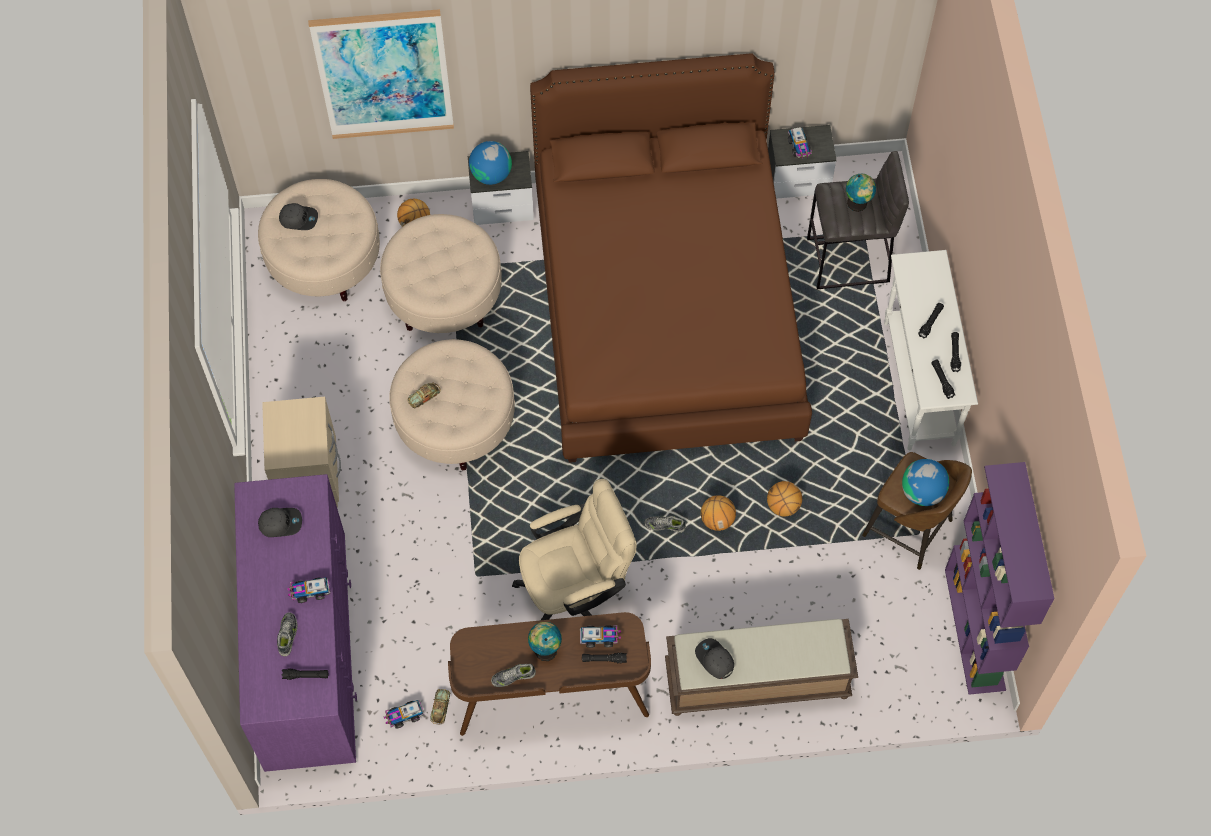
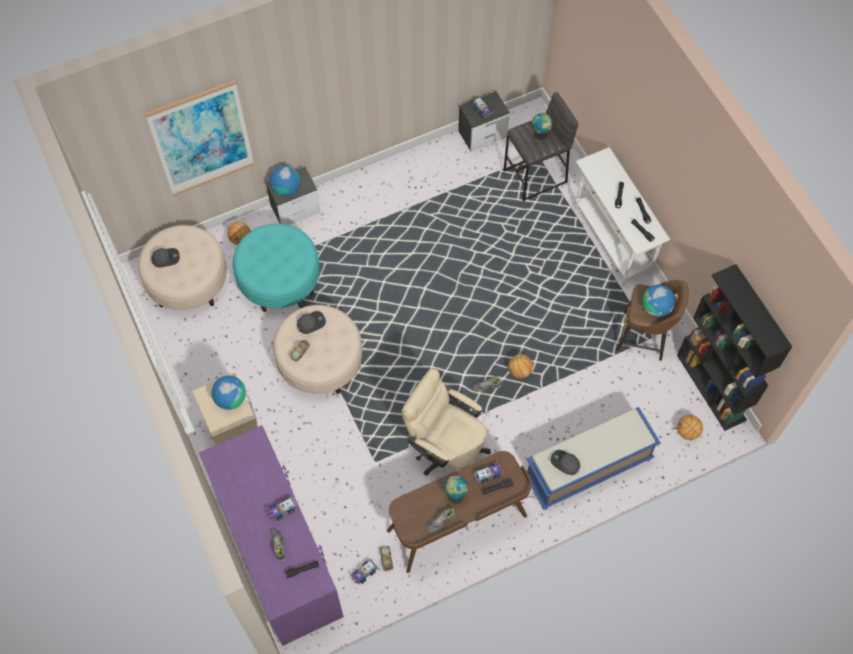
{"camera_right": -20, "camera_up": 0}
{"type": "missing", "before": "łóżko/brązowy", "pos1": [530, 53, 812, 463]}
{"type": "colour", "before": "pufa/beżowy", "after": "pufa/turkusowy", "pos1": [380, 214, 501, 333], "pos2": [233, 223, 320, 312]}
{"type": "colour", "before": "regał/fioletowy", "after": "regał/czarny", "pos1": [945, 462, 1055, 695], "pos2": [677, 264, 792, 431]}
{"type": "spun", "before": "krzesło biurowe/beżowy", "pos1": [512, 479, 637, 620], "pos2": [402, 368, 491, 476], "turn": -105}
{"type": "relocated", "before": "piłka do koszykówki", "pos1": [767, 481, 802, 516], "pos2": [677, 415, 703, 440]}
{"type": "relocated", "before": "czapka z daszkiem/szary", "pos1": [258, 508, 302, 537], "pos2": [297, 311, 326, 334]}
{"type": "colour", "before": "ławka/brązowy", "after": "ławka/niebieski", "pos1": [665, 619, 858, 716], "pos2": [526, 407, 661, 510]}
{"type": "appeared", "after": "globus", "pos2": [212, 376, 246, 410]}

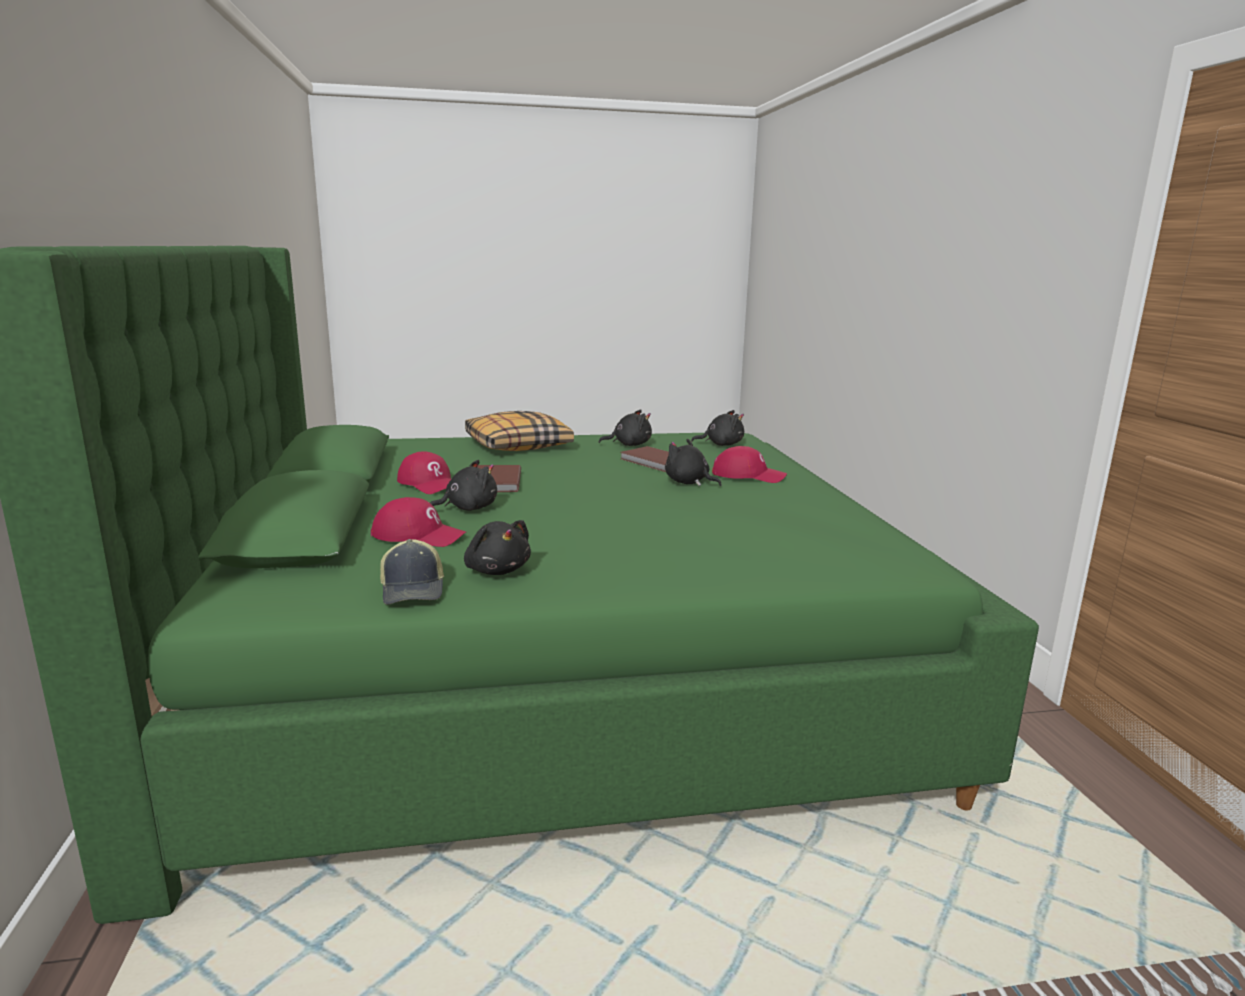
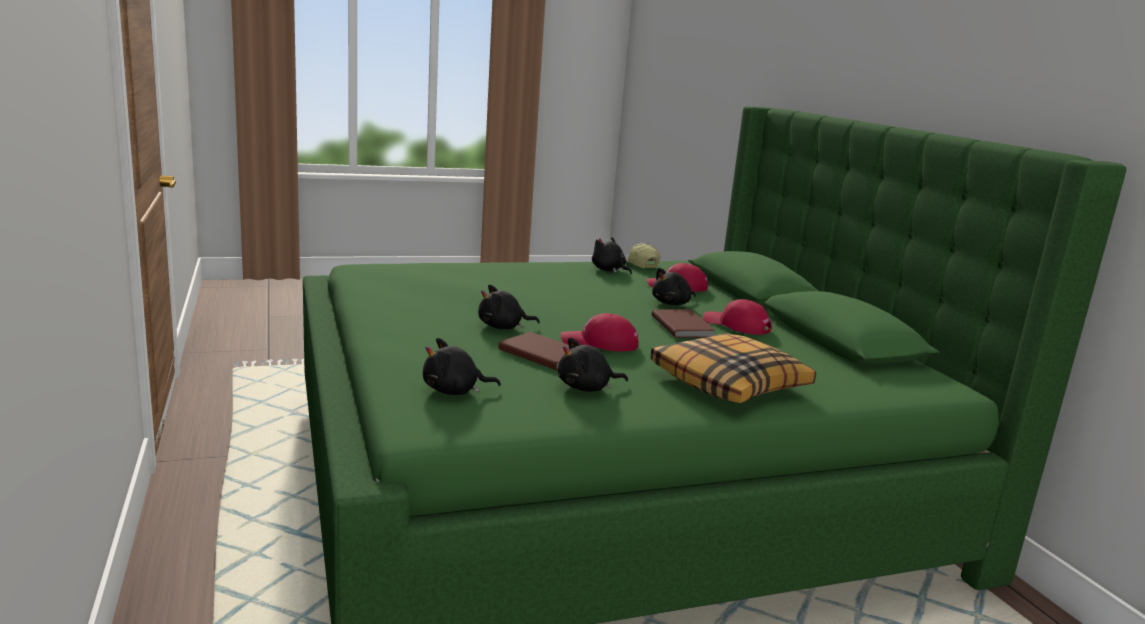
{"camera_right": 170, "camera_up": 0}
{"type": "spun", "before": "pluszak/czarny", "pos1": [665, 439, 722, 486], "pos2": [478, 285, 540, 329], "turn": 135}
{"type": "relocated", "before": "czapka z daszkiem/czerwony", "pos1": [712, 446, 787, 483], "pos2": [561, 313, 639, 352]}

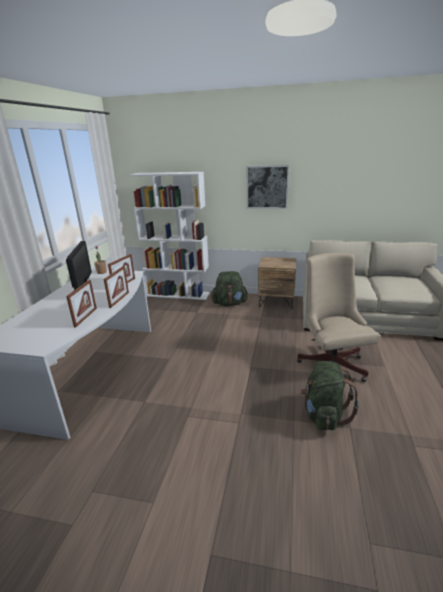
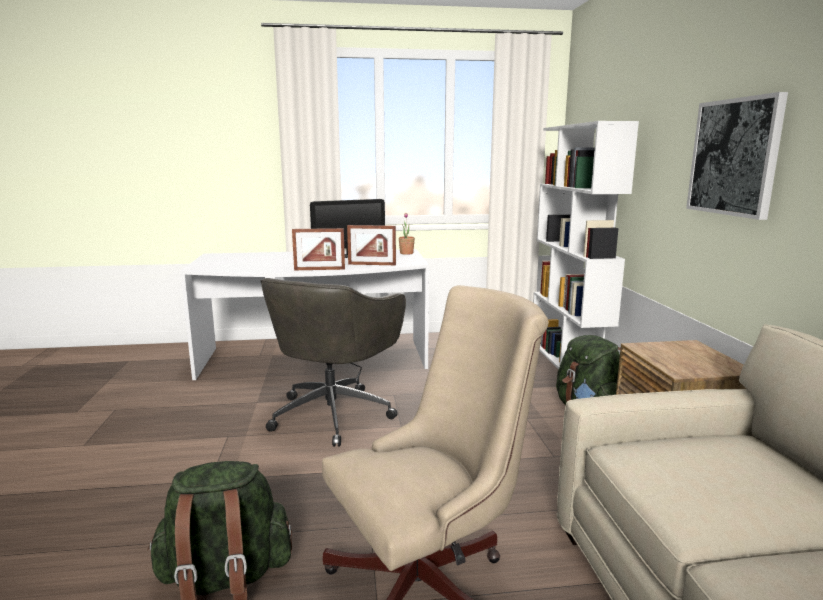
{"camera_right": 70, "camera_up": -10}
{"type": "missing", "before": "ramka na zdjęcie", "pos1": [66, 280, 97, 328]}
{"type": "appeared", "after": "krzesło biurowe/szary", "pos2": [260, 278, 406, 447]}

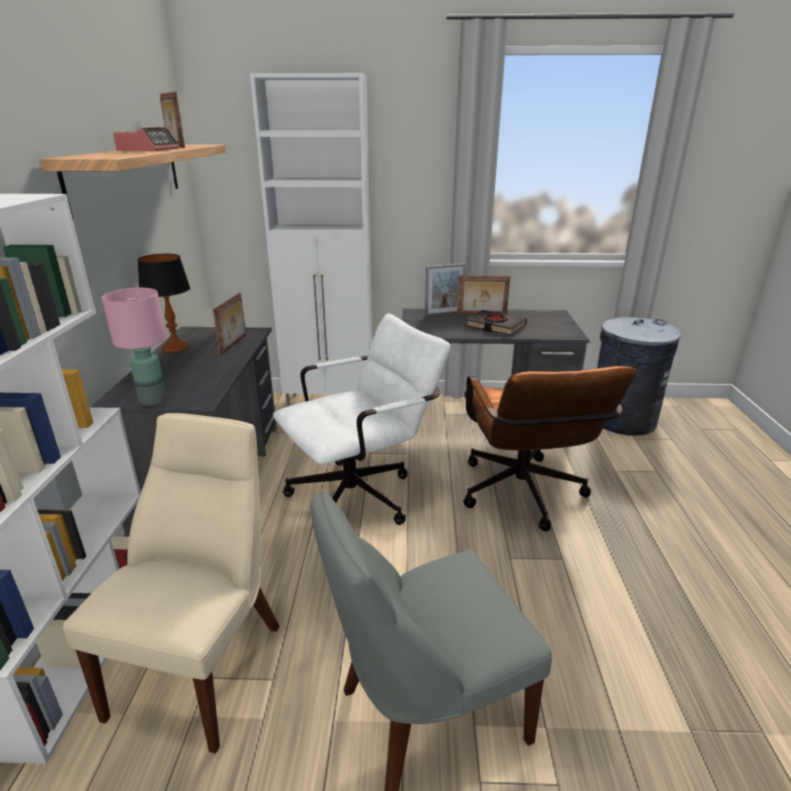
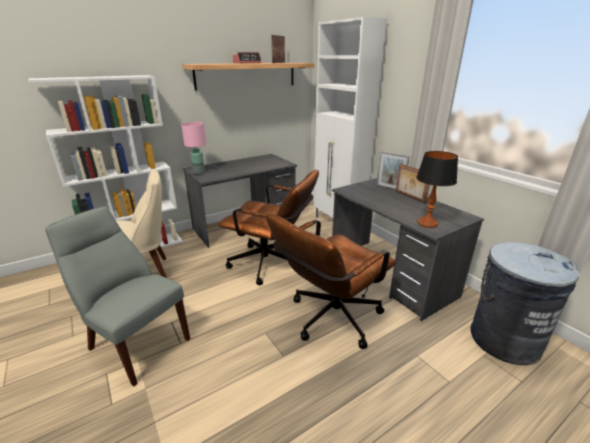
{"camera_right": 55, "camera_up": 0}
{"type": "relocated", "before": "lampa stołowa", "pos1": [138, 254, 190, 353], "pos2": [416, 151, 458, 228]}
{"type": "missing", "before": "ramka na zdjęcie", "pos1": [213, 293, 246, 355]}
{"type": "missing", "before": "książka/czarny", "pos1": [466, 310, 527, 335]}
{"type": "colour", "before": "krzesło biurowe/biały", "after": "krzesło biurowe/brązowy", "pos1": [273, 313, 451, 525], "pos2": [219, 170, 319, 285]}

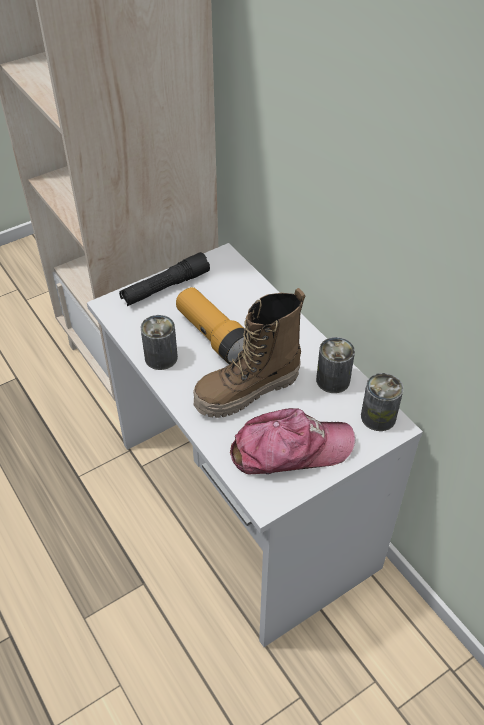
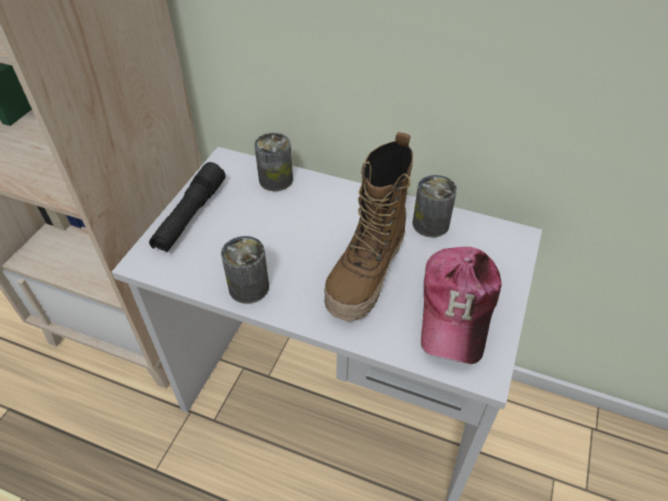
{"camera_right": -35, "camera_up": 0}
{"type": "missing", "before": "latarka", "pos1": [176, 287, 245, 364]}
{"type": "relocated", "before": "puszka", "pos1": [361, 373, 404, 431], "pos2": [255, 133, 293, 191]}
{"type": "spun", "before": "czapka z daszkiem", "pos1": [230, 408, 355, 474], "pos2": [421, 247, 502, 364], "turn": 150}

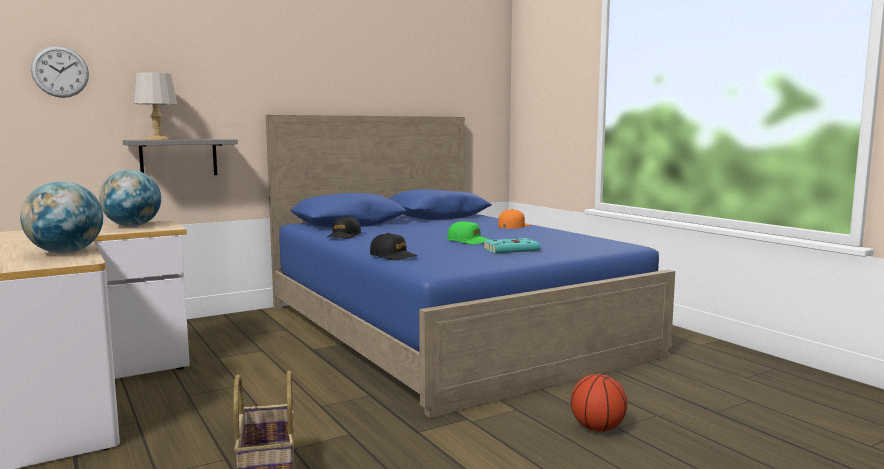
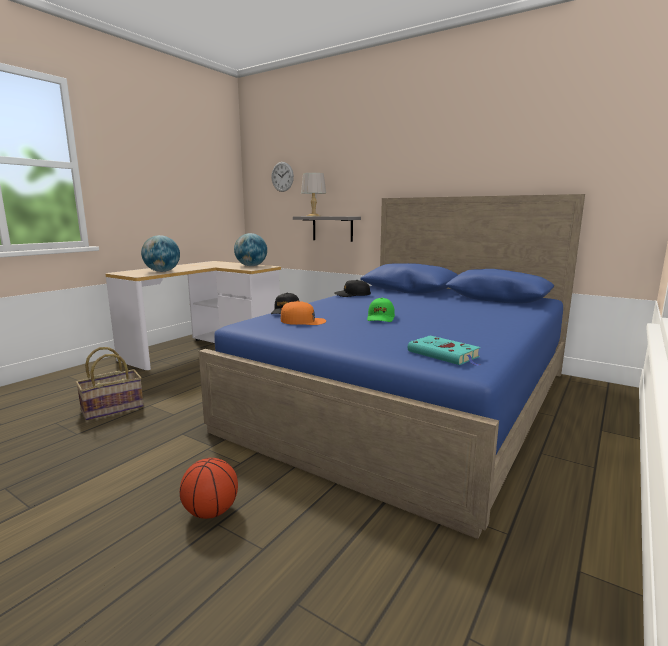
{"camera_right": 65, "camera_up": 5}
{"type": "relocated", "before": "czapka z daszkiem/pomarańczowy", "pos1": [498, 209, 530, 229], "pos2": [281, 301, 326, 325]}
{"type": "relocated", "before": "książka/turkusowy", "pos1": [483, 238, 542, 254], "pos2": [408, 335, 480, 366]}

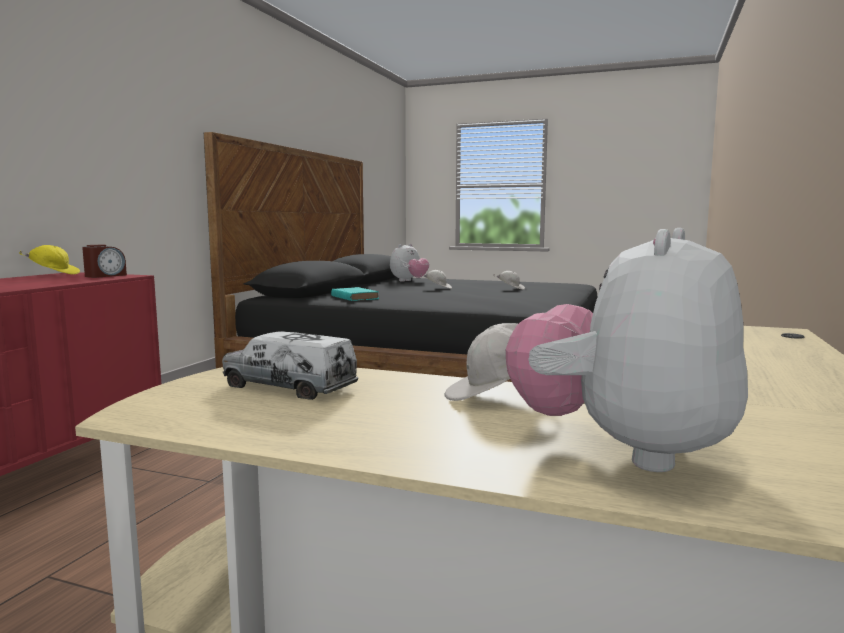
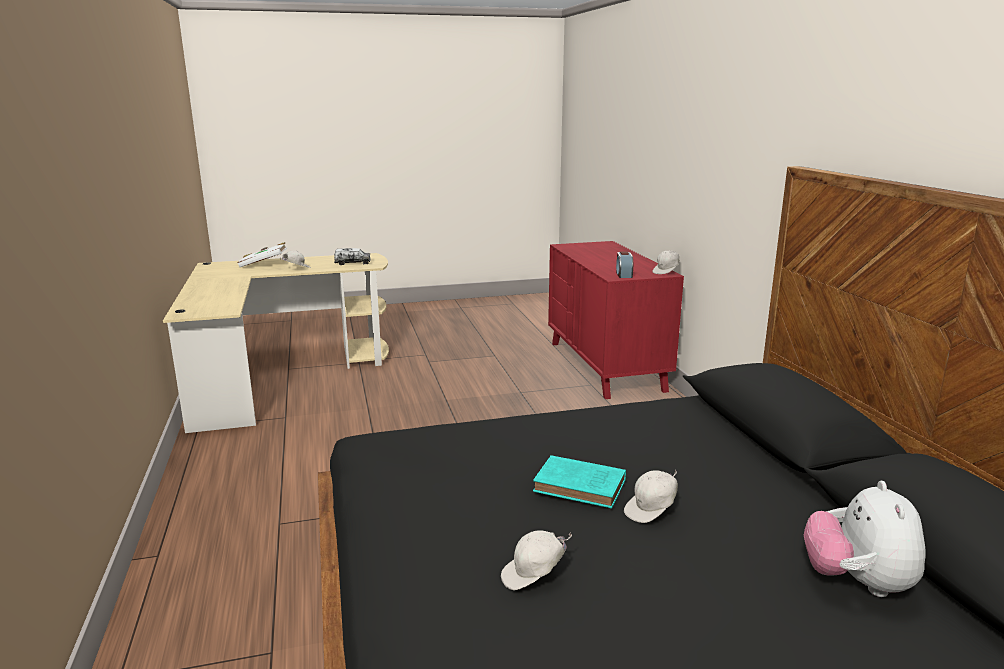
{"camera_right": 145, "camera_up": 10}
{"type": "exchanged", "before": "pluszak", "after": "książka/biały", "pos1": [506, 228, 748, 472], "pos2": [238, 242, 287, 267]}
{"type": "colour", "before": "czapka z daszkiem/żółty", "after": "czapka z daszkiem/biały", "pos1": [19, 245, 80, 274], "pos2": [652, 251, 679, 274]}
{"type": "relocated", "before": "książka/turkusowy", "pos1": [331, 287, 379, 301], "pos2": [533, 455, 626, 509]}

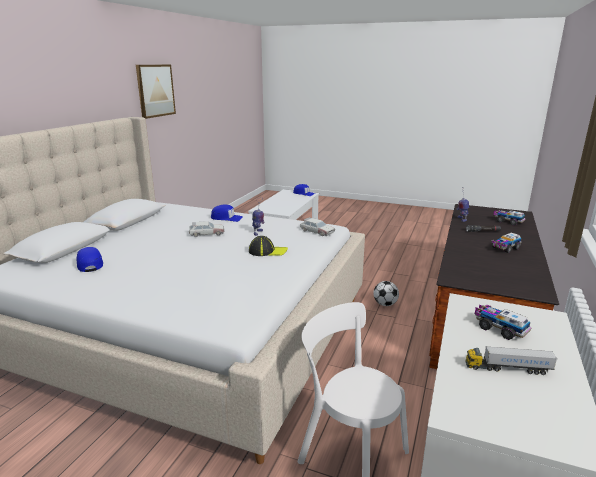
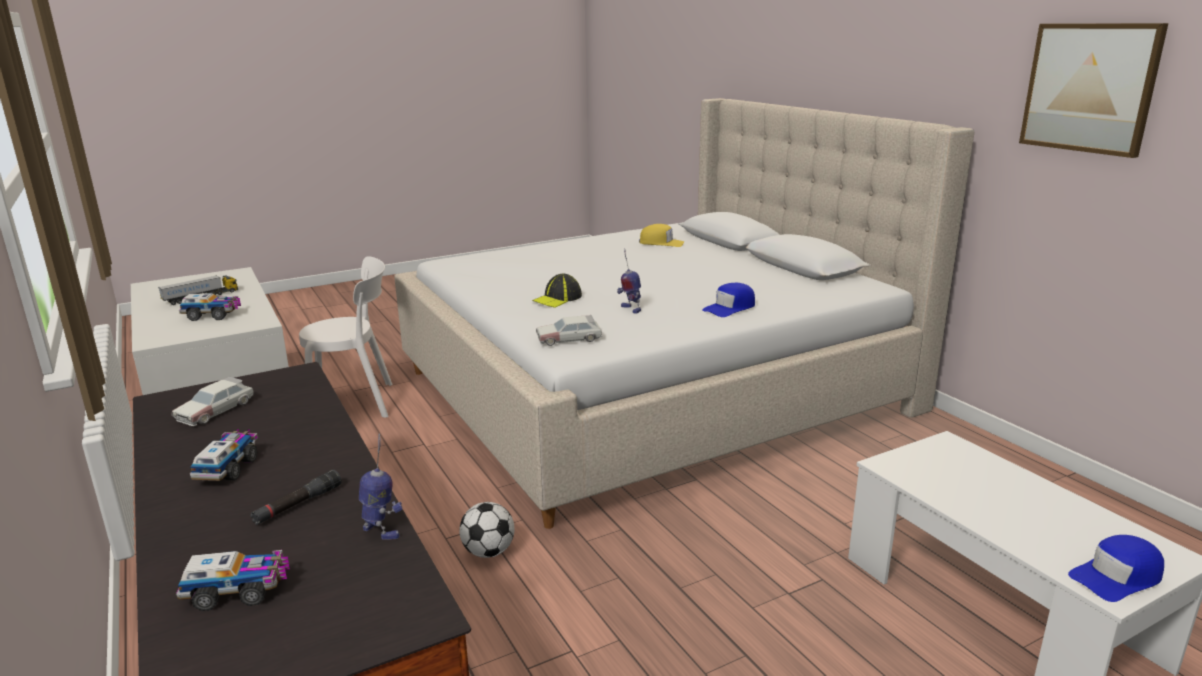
{"camera_right": 130, "camera_up": 0}
{"type": "relocated", "before": "samochodzik", "pos1": [189, 221, 224, 237], "pos2": [172, 377, 253, 426]}
{"type": "colour", "before": "czapka z daszkiem/niebieski", "after": "czapka z daszkiem/żółty", "pos1": [76, 247, 103, 272], "pos2": [639, 224, 684, 247]}

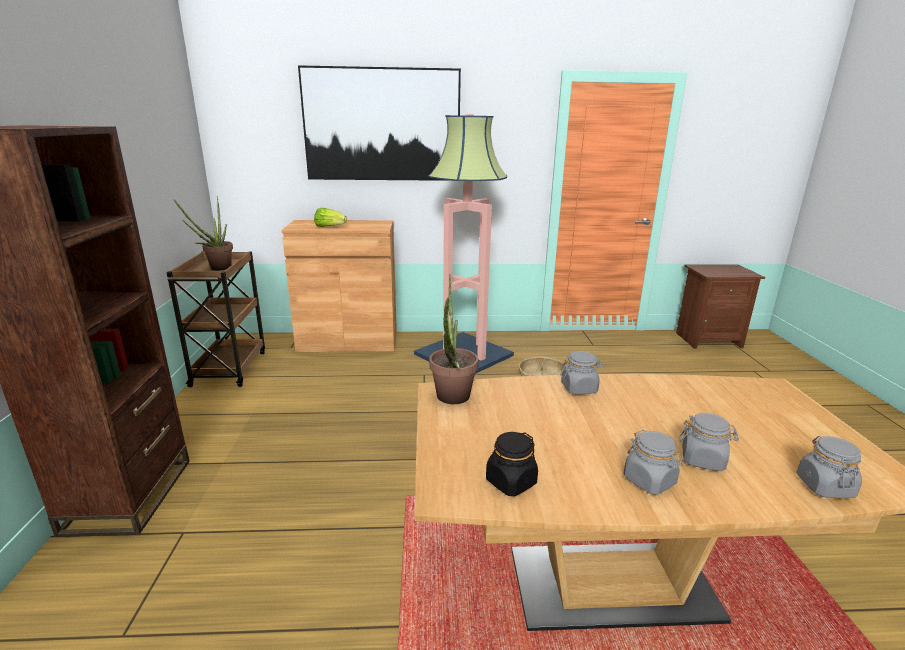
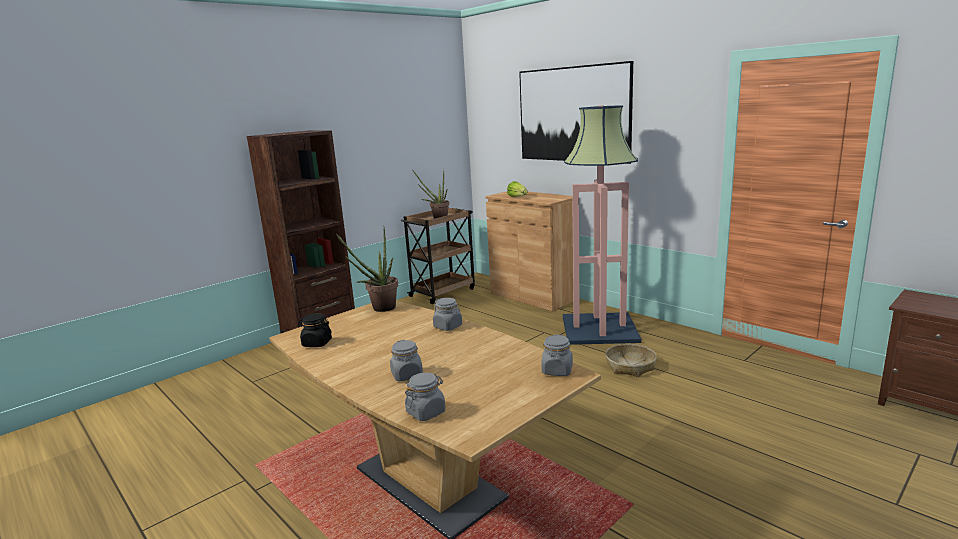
{"camera_right": 50, "camera_up": -5}
{"type": "relocated", "before": "słoik/szary", "pos1": [624, 430, 683, 495], "pos2": [541, 335, 573, 376]}

